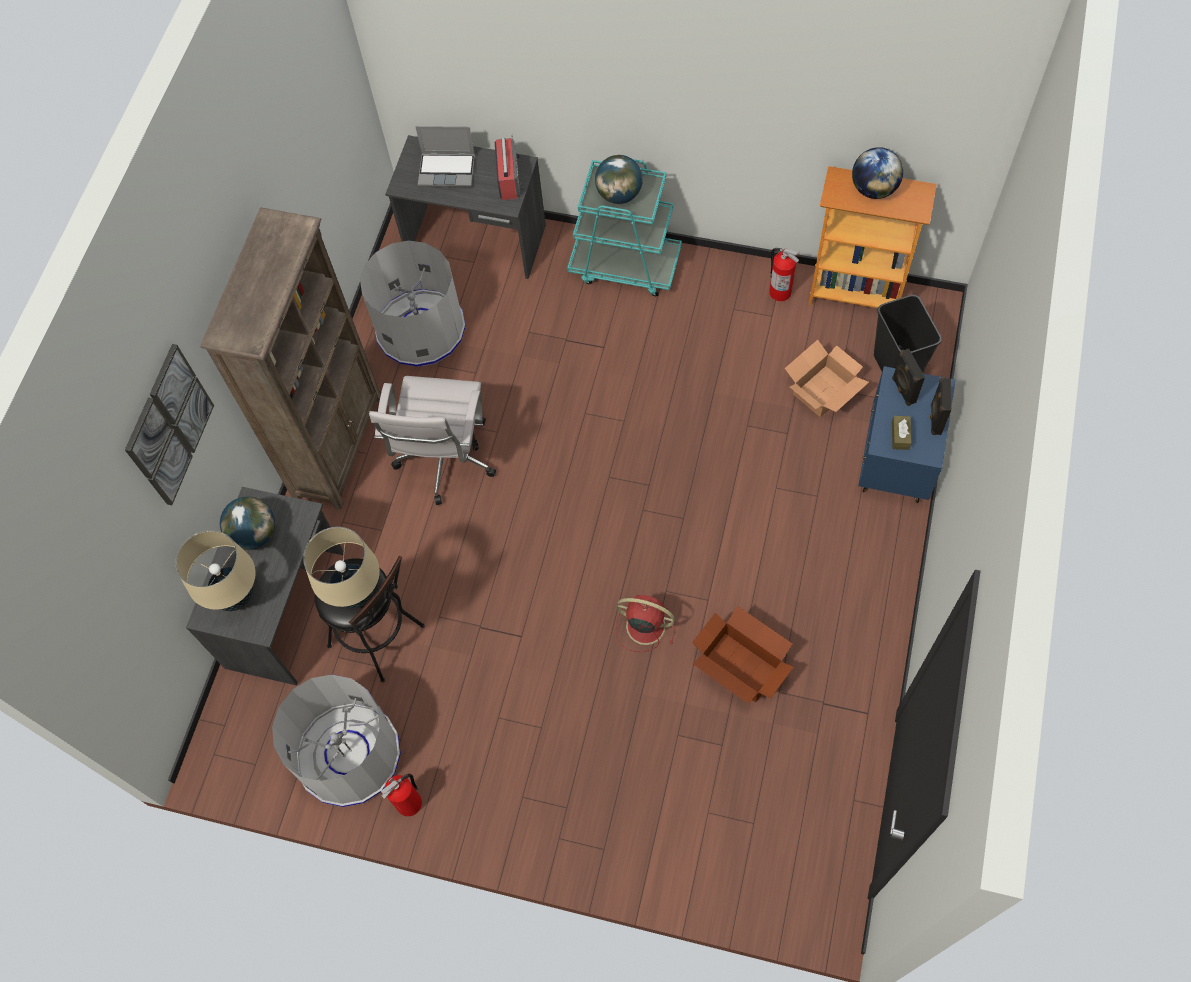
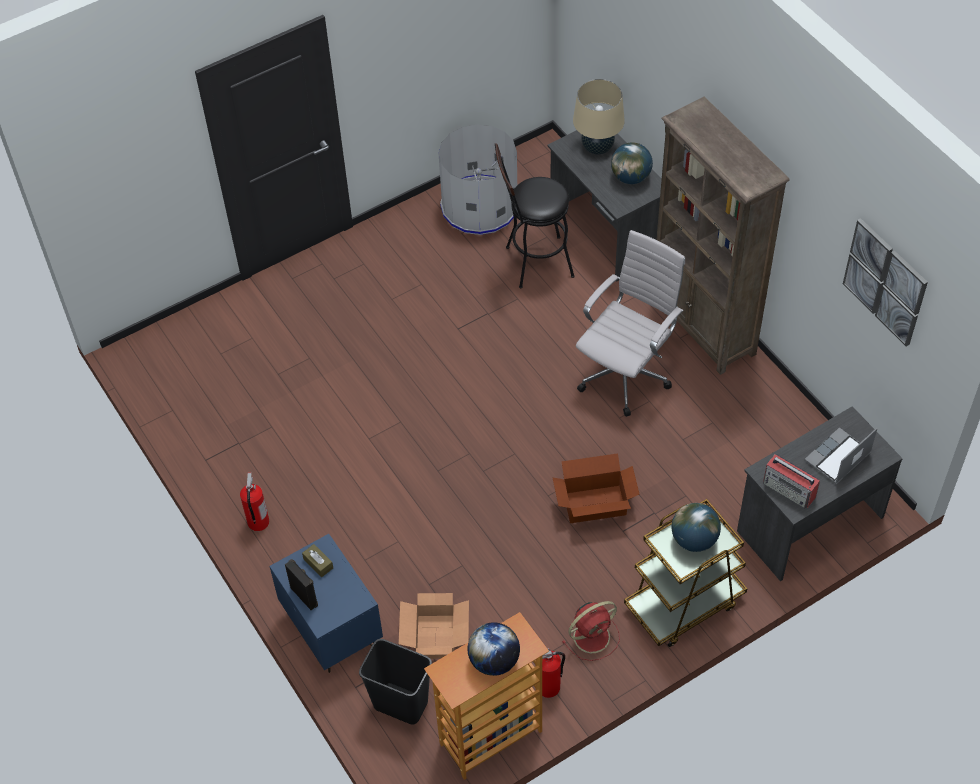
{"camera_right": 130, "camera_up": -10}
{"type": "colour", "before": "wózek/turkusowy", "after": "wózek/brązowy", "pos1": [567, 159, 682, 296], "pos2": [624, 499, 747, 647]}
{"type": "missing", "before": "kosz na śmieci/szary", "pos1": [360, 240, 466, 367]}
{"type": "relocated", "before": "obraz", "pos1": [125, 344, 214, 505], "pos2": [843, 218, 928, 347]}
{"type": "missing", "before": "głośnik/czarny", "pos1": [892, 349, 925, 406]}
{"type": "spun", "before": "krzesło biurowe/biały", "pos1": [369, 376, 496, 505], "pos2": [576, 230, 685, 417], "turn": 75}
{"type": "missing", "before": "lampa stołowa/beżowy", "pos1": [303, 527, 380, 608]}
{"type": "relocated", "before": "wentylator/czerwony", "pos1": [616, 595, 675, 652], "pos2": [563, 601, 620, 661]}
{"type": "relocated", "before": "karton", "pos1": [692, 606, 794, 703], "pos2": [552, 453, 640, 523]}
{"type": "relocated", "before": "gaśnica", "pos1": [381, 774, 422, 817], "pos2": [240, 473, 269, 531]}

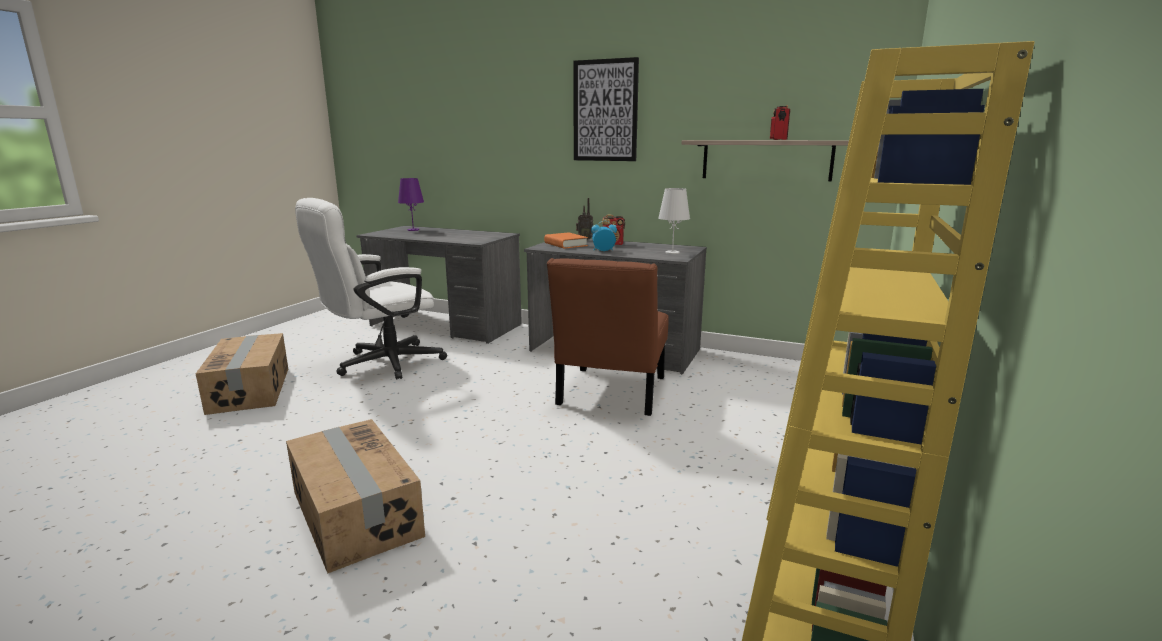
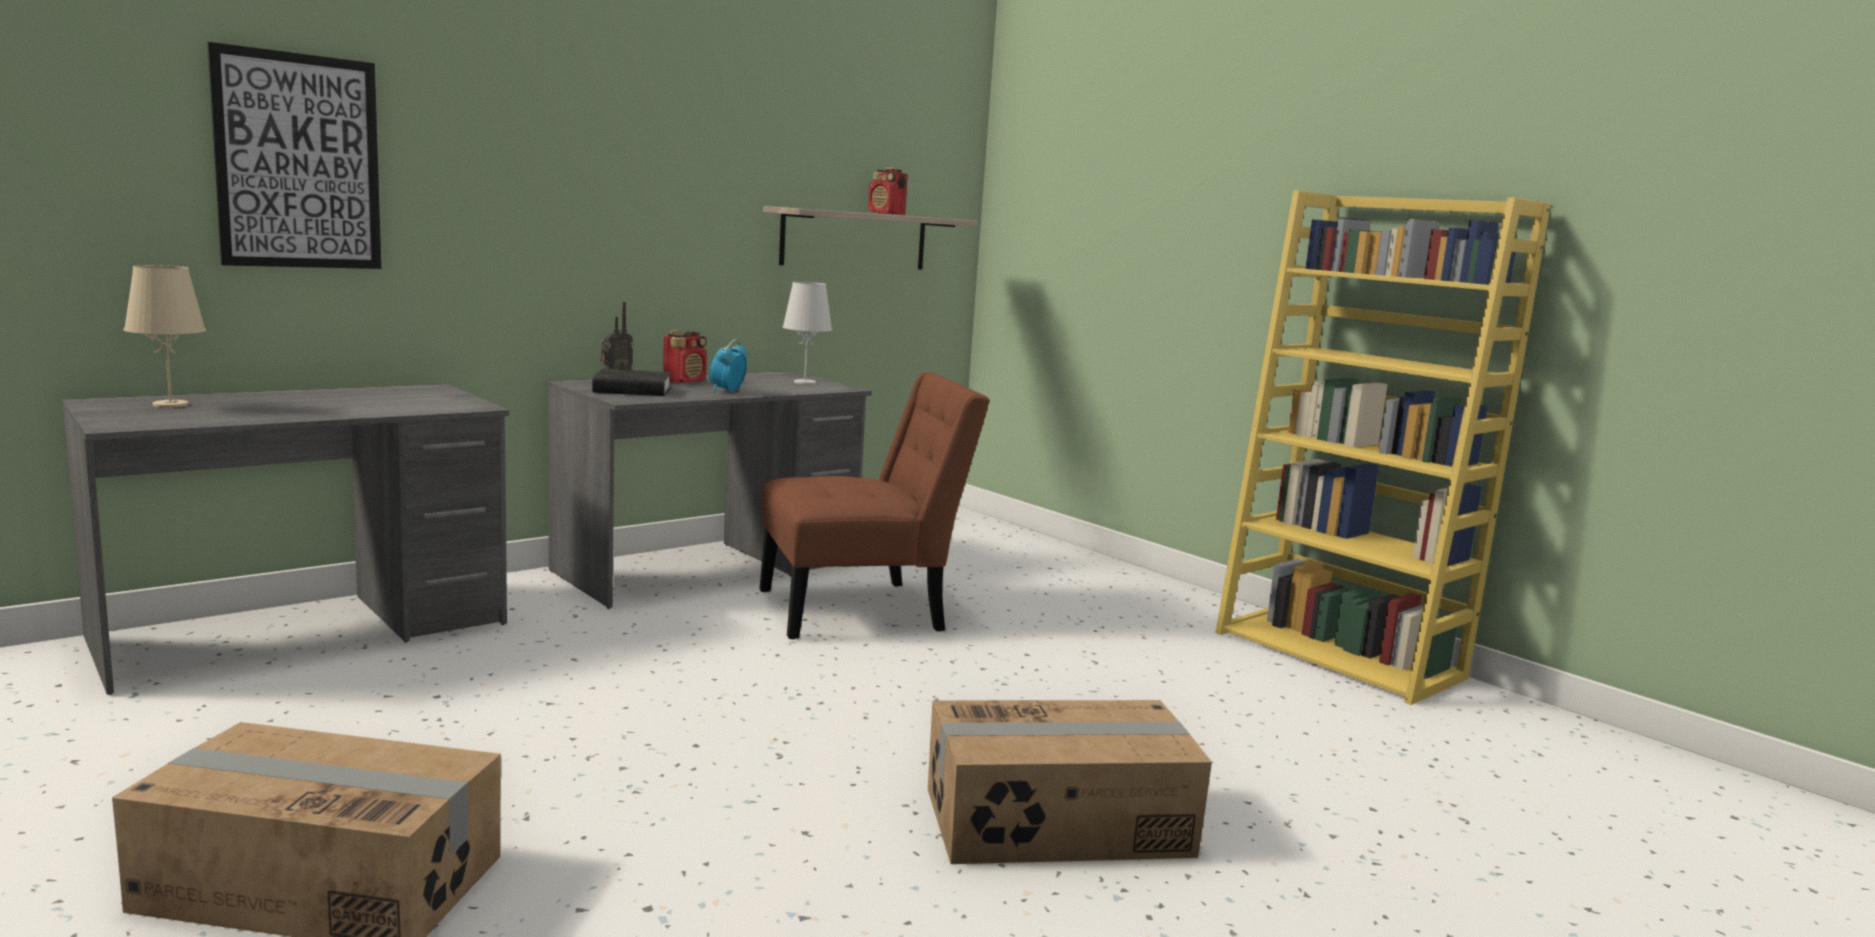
{"camera_right": -65, "camera_up": -5}
{"type": "relocated", "before": "obraz", "pos1": [573, 57, 639, 161], "pos2": [208, 42, 381, 269]}
{"type": "colour", "before": "lampa stołowa/fioletowy", "after": "lampa stołowa/beżowy", "pos1": [398, 178, 424, 231], "pos2": [124, 265, 206, 407]}
{"type": "missing", "before": "krzesło biurowe/biały", "pos1": [295, 198, 447, 380]}
{"type": "colour", "before": "książka/pomarańczowy", "after": "książka/czarny", "pos1": [544, 232, 588, 249], "pos2": [592, 369, 671, 396]}
{"type": "spun", "before": "krzesło/brązowy", "pos1": [547, 258, 669, 416], "pos2": [759, 372, 990, 639], "turn": -60}

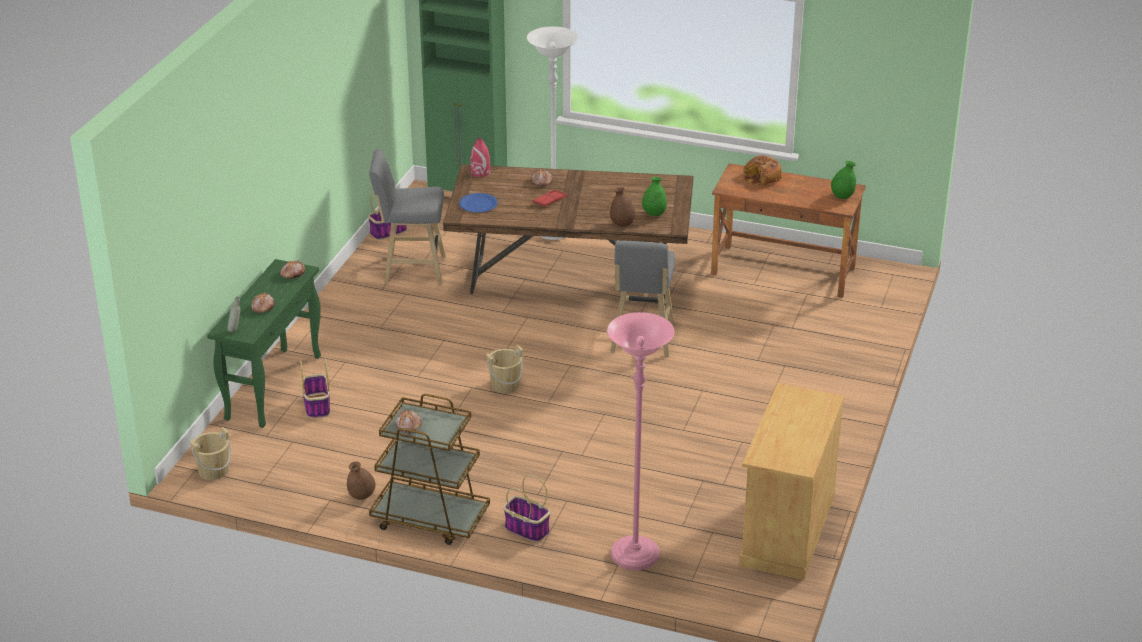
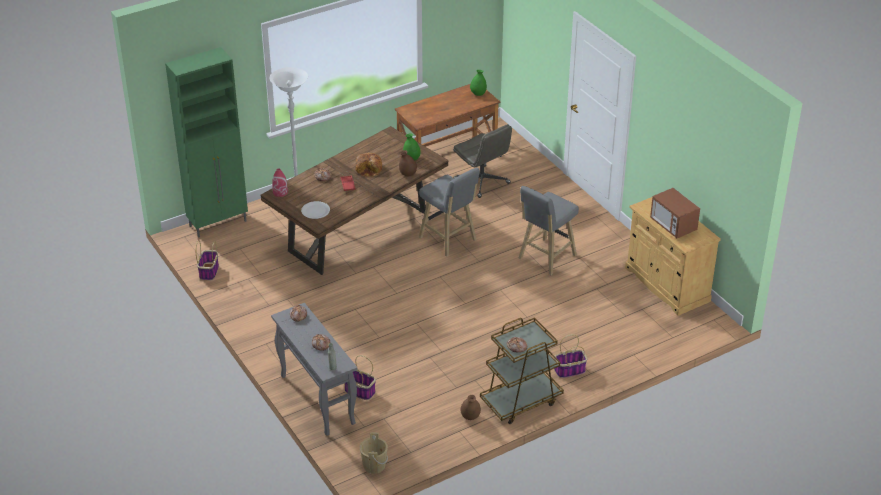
{"camera_right": -50, "camera_up": 5}
{"type": "relocated", "before": "stołek/szary", "pos1": [369, 149, 446, 285], "pos2": [518, 186, 579, 275]}
{"type": "relocated", "before": "chleb", "pos1": [743, 155, 782, 186], "pos2": [355, 153, 382, 177]}
{"type": "colour", "before": "talerz/niebieski", "after": "talerz/biały", "pos1": [459, 193, 498, 213], "pos2": [301, 201, 330, 219]}
{"type": "colour", "before": "stolik konsolowy/zielony", "after": "stolik konsolowy/szary", "pos1": [207, 259, 321, 428], "pos2": [271, 303, 357, 436]}
{"type": "missing", "before": "lampa stojąca/różowy", "pos1": [607, 312, 674, 570]}
{"type": "missing", "before": "wiadro/beżowy", "pos1": [486, 345, 523, 393]}
{"type": "appeared", "after": "krzesło biurowe/szary", "pos2": [453, 124, 512, 198]}
{"type": "appeared", "after": "mikrofalówka", "pos2": [650, 188, 700, 238]}

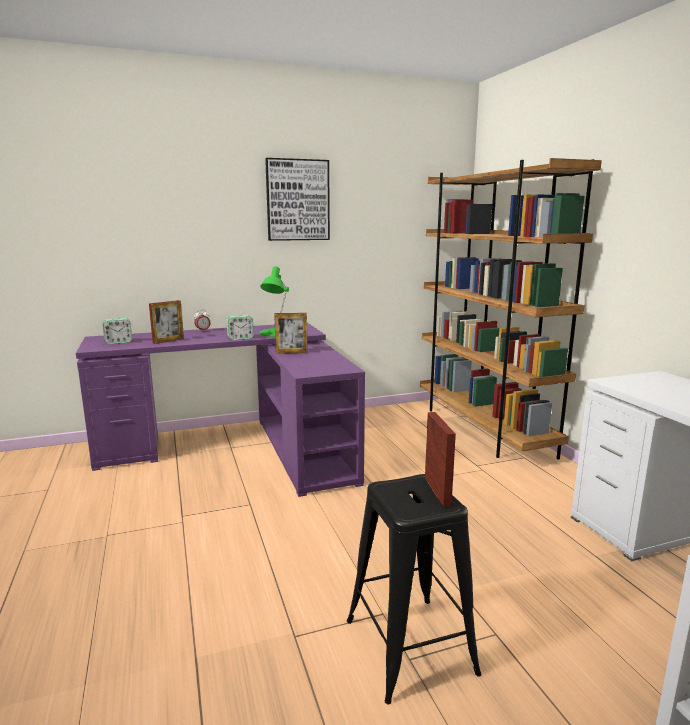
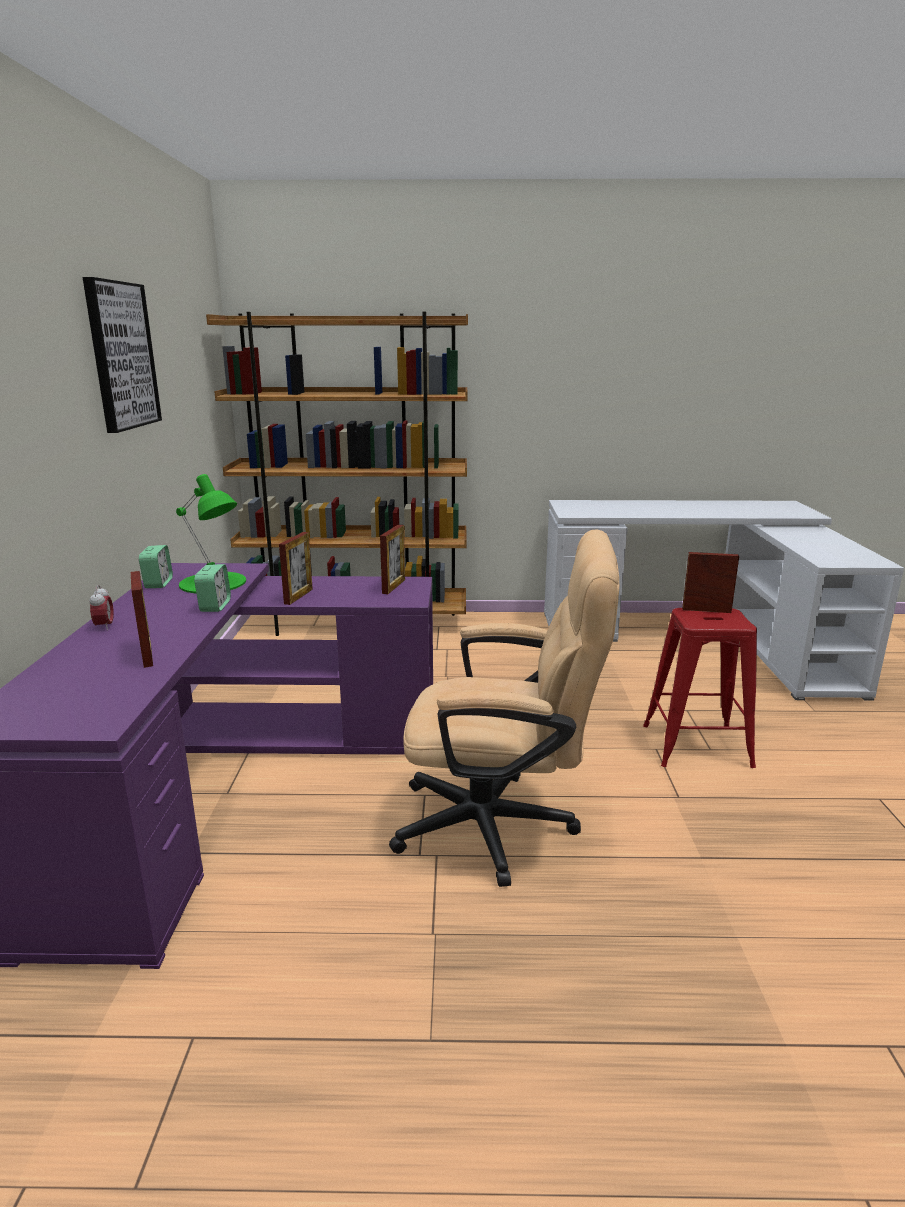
{"camera_right": -70, "camera_up": 5}
{"type": "relocated", "before": "budzik", "pos1": [103, 318, 132, 344], "pos2": [139, 545, 173, 588]}
{"type": "colour", "before": "stołek/czarny", "after": "stołek/czerwony", "pos1": [347, 474, 481, 705], "pos2": [643, 608, 757, 768]}
{"type": "appeared", "after": "ramka na zdjęcie", "pos2": [380, 525, 405, 594]}
{"type": "appeared", "after": "krzesło biurowe/beżowy", "pos2": [389, 529, 619, 887]}

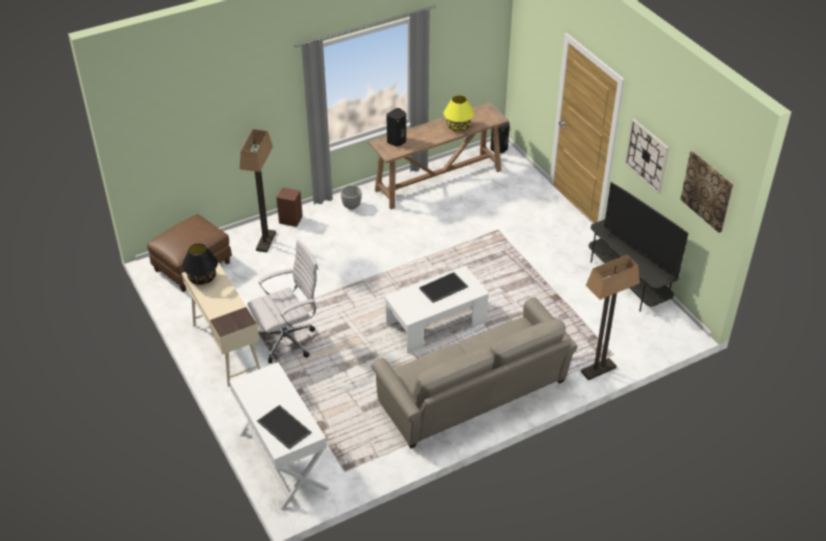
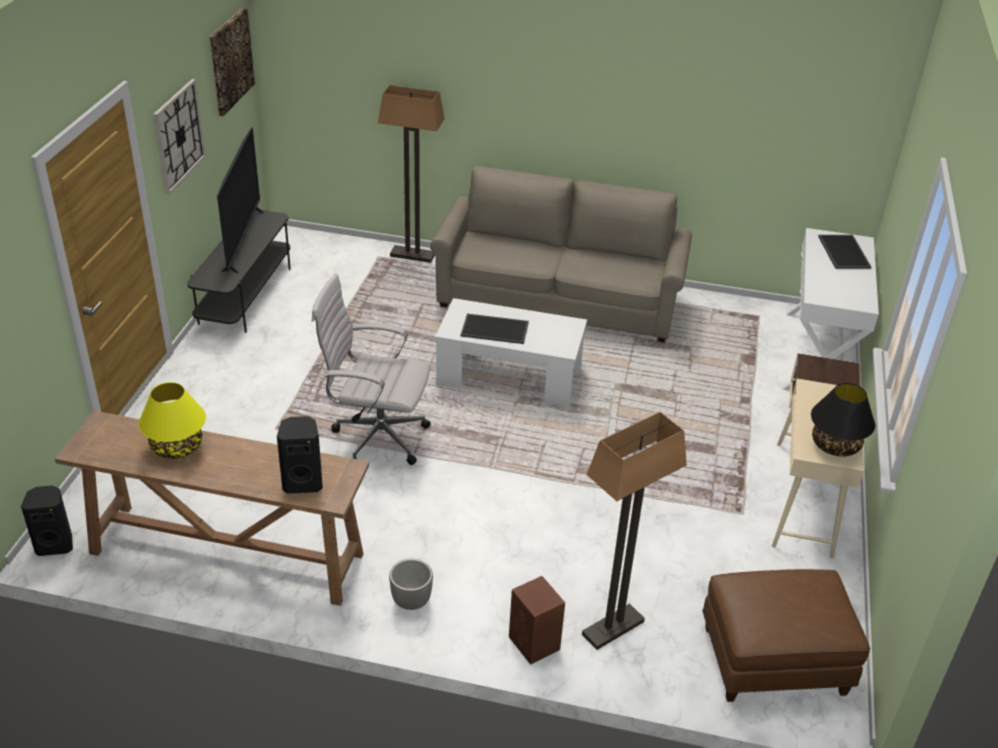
{"camera_right": -140, "camera_up": -5}
{"type": "relocated", "before": "krzesło biurowe/biały", "pos1": [248, 240, 318, 363], "pos2": [312, 274, 430, 465]}

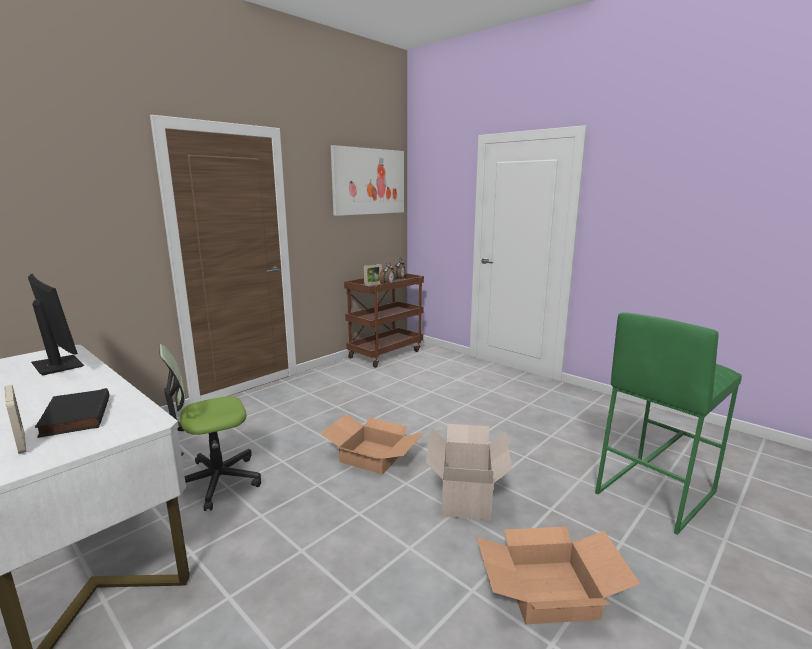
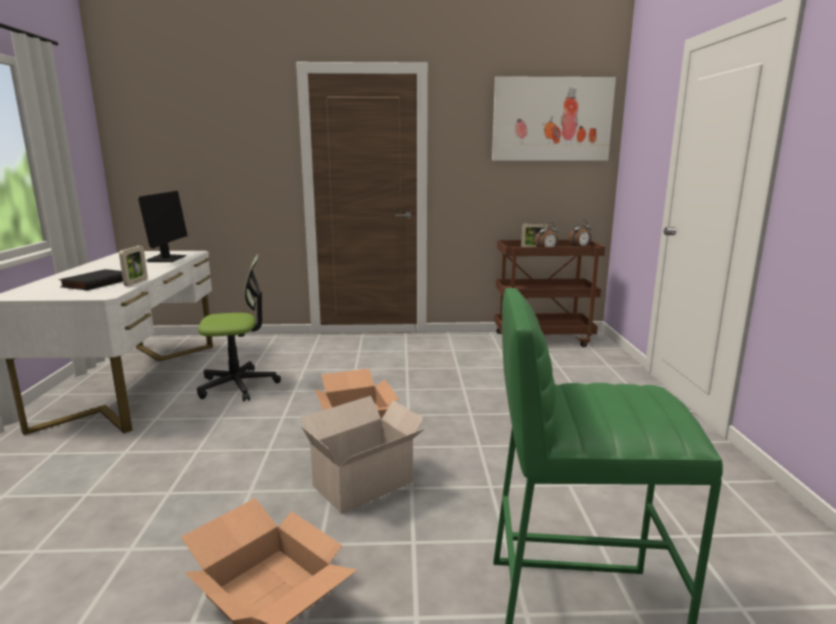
{"camera_right": 45, "camera_up": 0}
{"type": "spun", "before": "krzesło biurowe", "pos1": [159, 344, 261, 511], "pos2": [197, 254, 281, 402], "turn": 150}
{"type": "relocated", "before": "ramka na zdjęcie", "pos1": [5, 385, 27, 454], "pos2": [119, 246, 148, 286]}

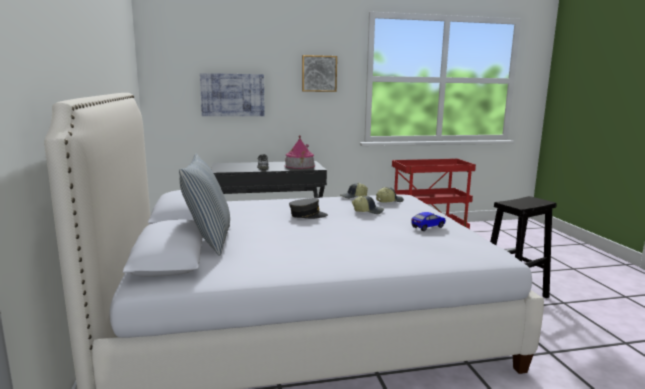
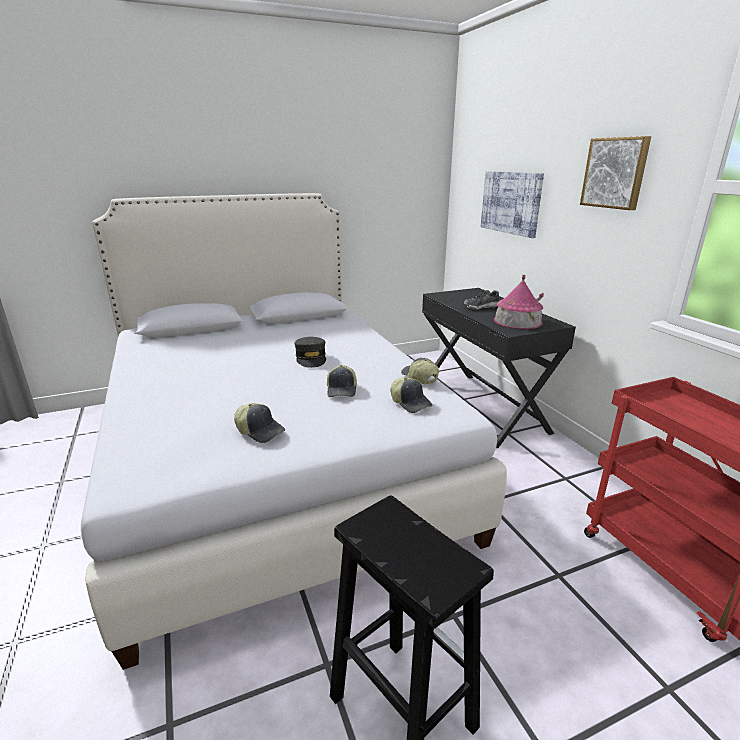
{"camera_right": 80, "camera_up": 10}
{"type": "missing", "before": "poduszka", "pos1": [179, 154, 230, 256]}
{"type": "exchanged", "before": "samochodzik", "after": "czapka z daszkiem", "pos1": [411, 212, 446, 231], "pos2": [234, 403, 285, 443]}

